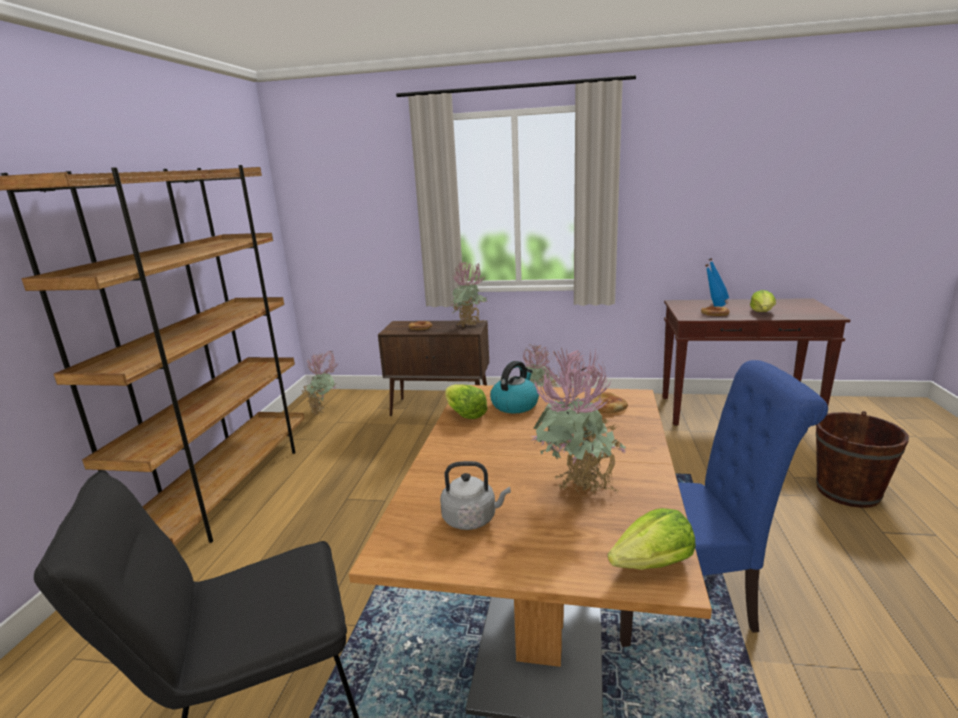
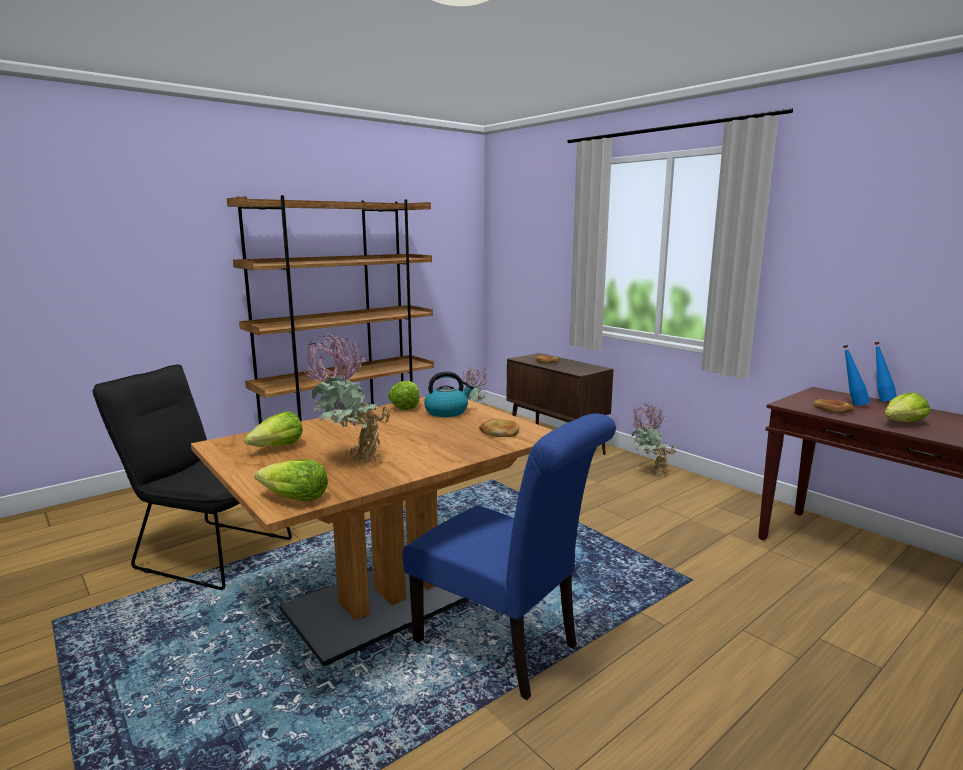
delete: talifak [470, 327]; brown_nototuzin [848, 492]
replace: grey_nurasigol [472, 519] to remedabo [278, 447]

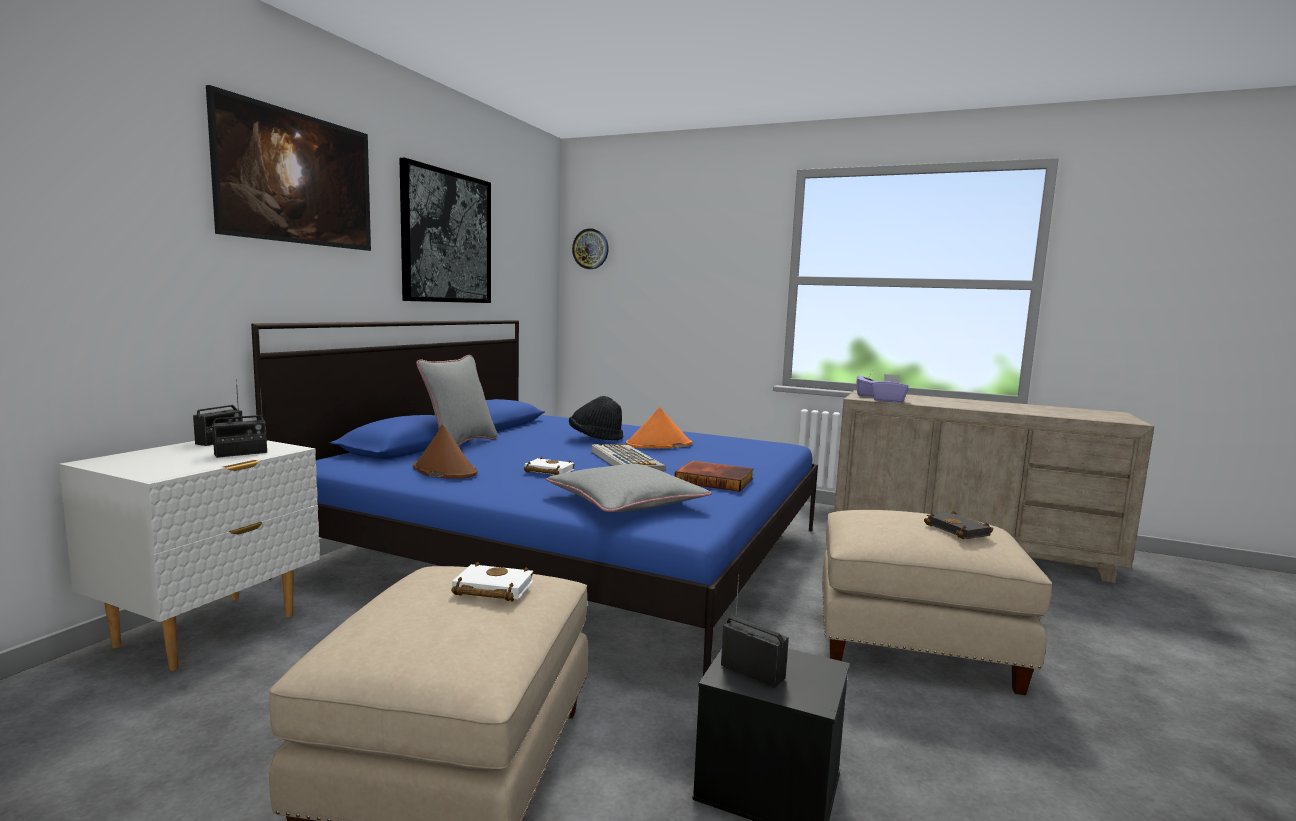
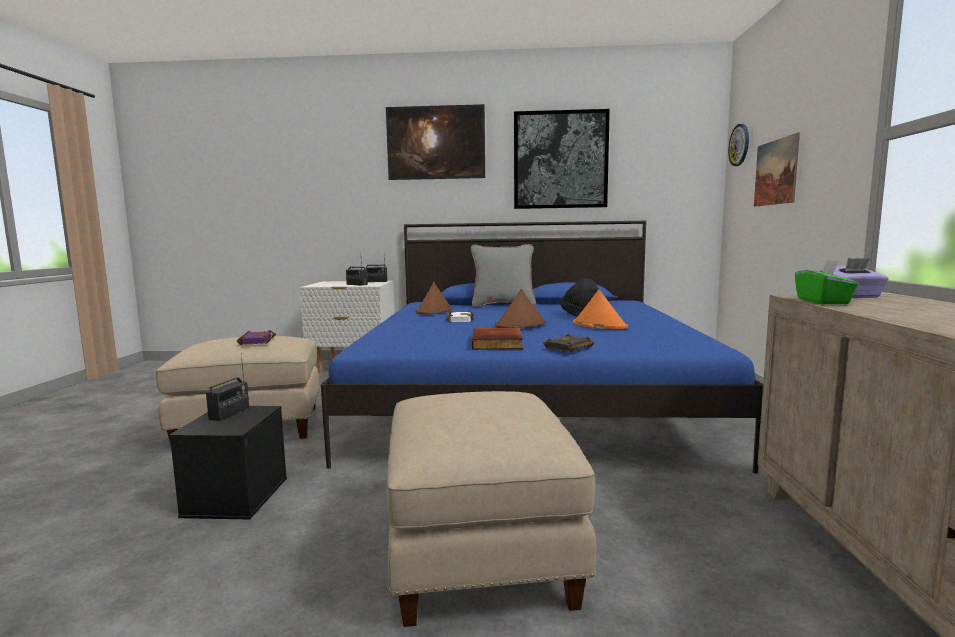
delete: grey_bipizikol [626, 501]
insert: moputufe [775, 172]
move: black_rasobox [960, 530] to [569, 348]
replace: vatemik [625, 460] to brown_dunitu [521, 325]
recolor: white_rasobox [490, 589] to purple_rasobox [255, 341]; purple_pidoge [888, 401] to green_pidoge [823, 302]

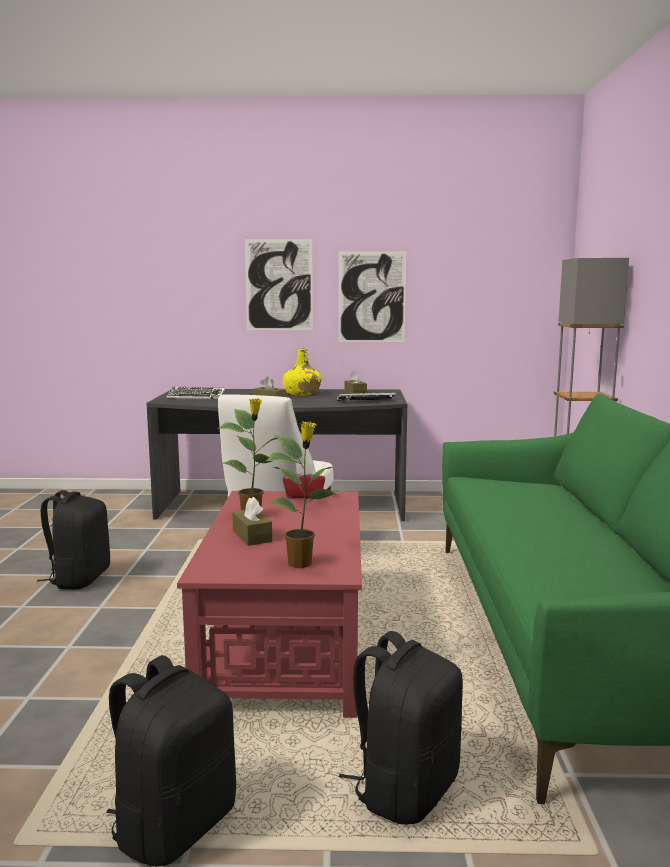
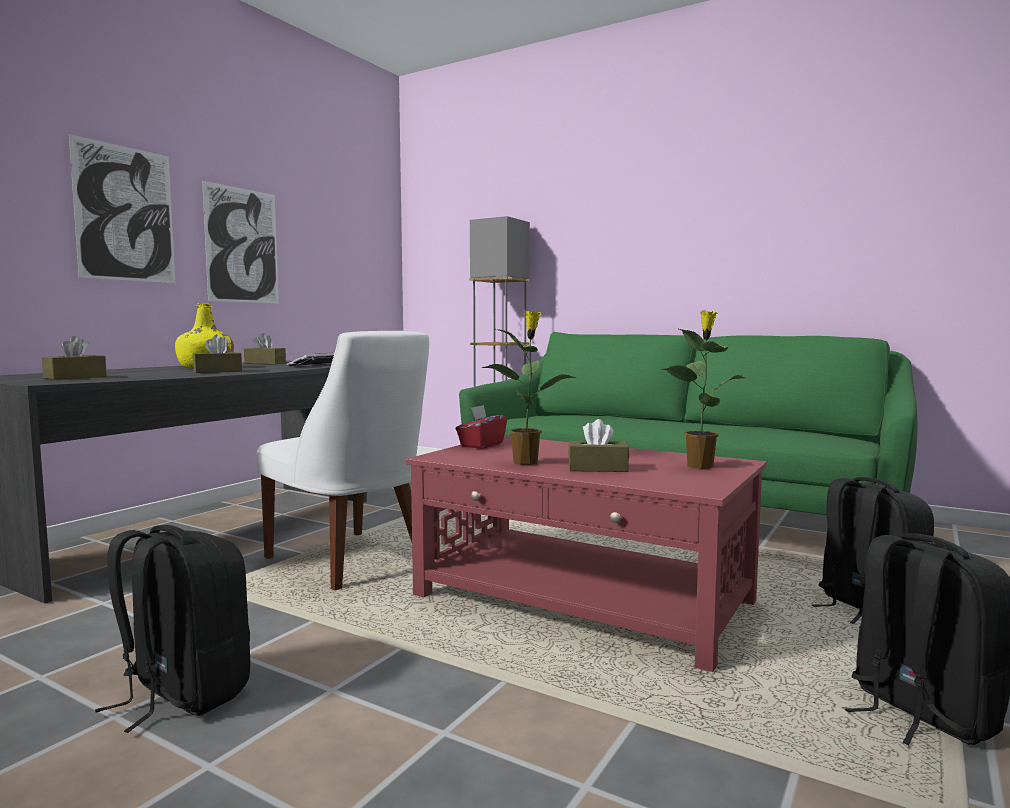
replace: vatemik [196, 397] to brown_pidoge [75, 377]

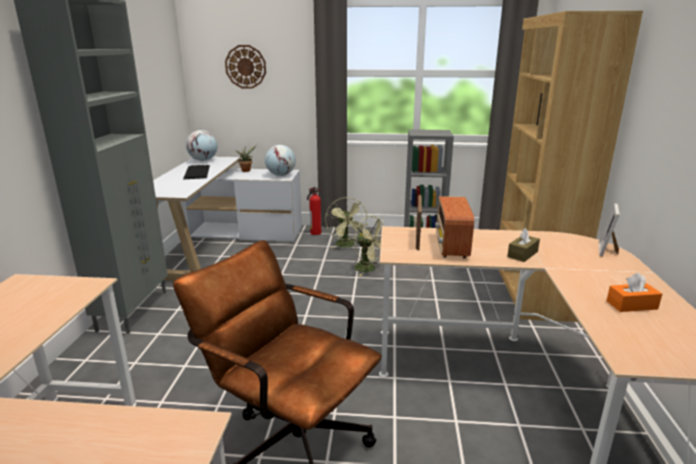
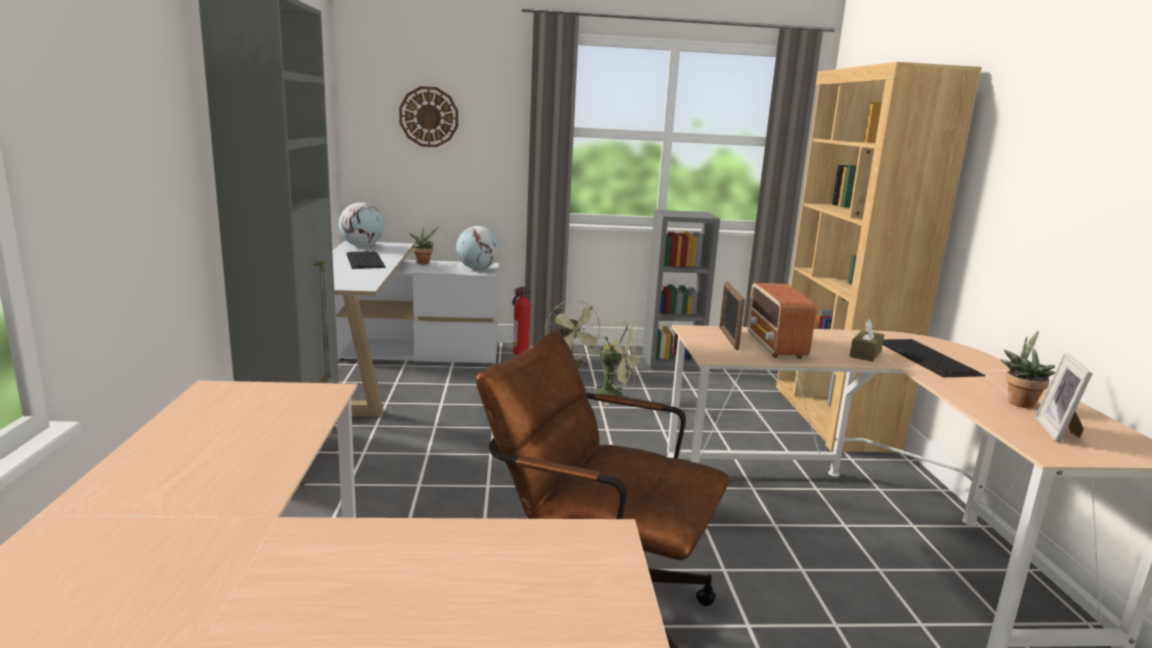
insert: vatemik [927, 358]
move: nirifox [608, 250] to [1060, 432]
replace: orange_pidoge [631, 305] to talifak [1019, 402]

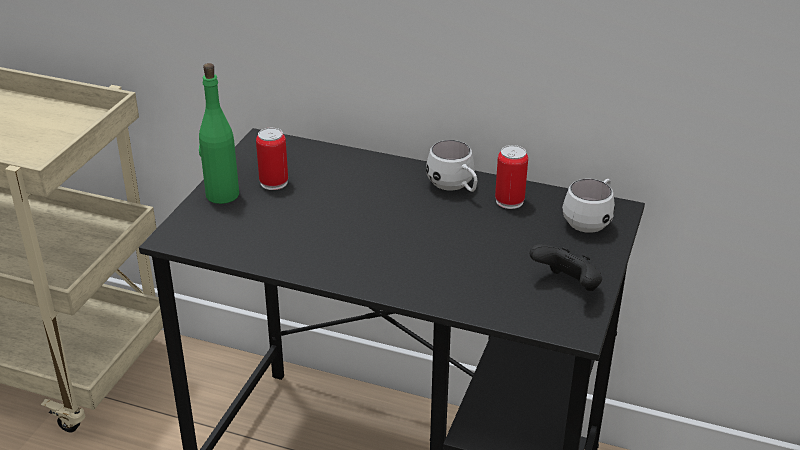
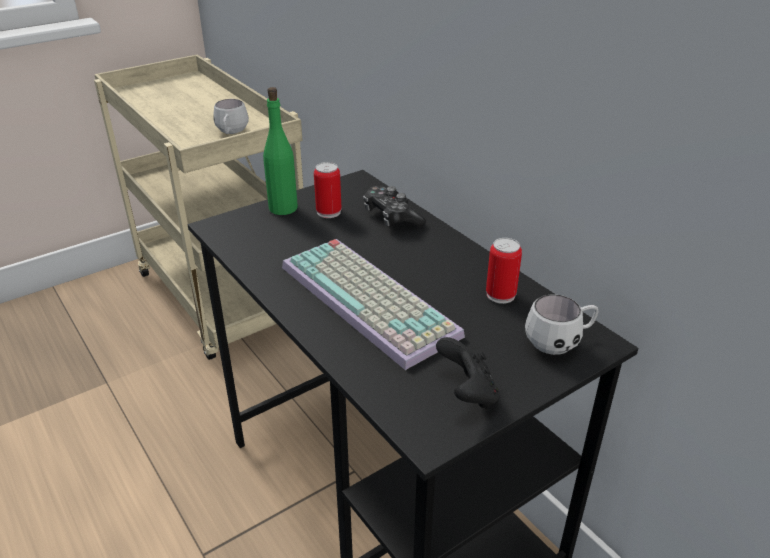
insert: vatemik [372, 300]; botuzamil [391, 217]
move: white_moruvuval [455, 188] to [231, 133]

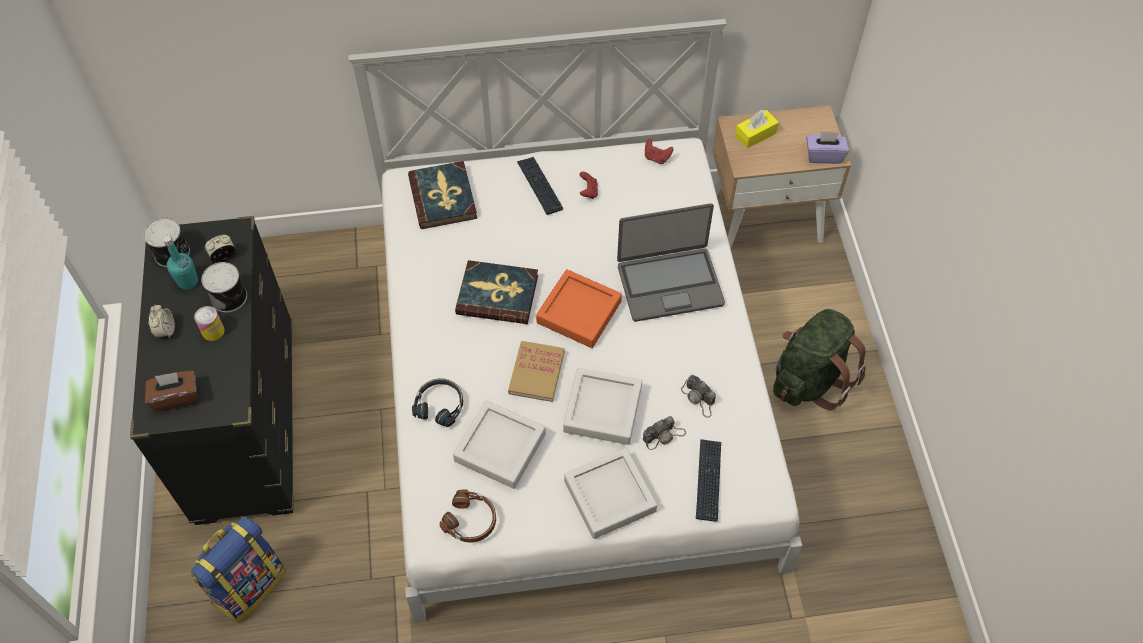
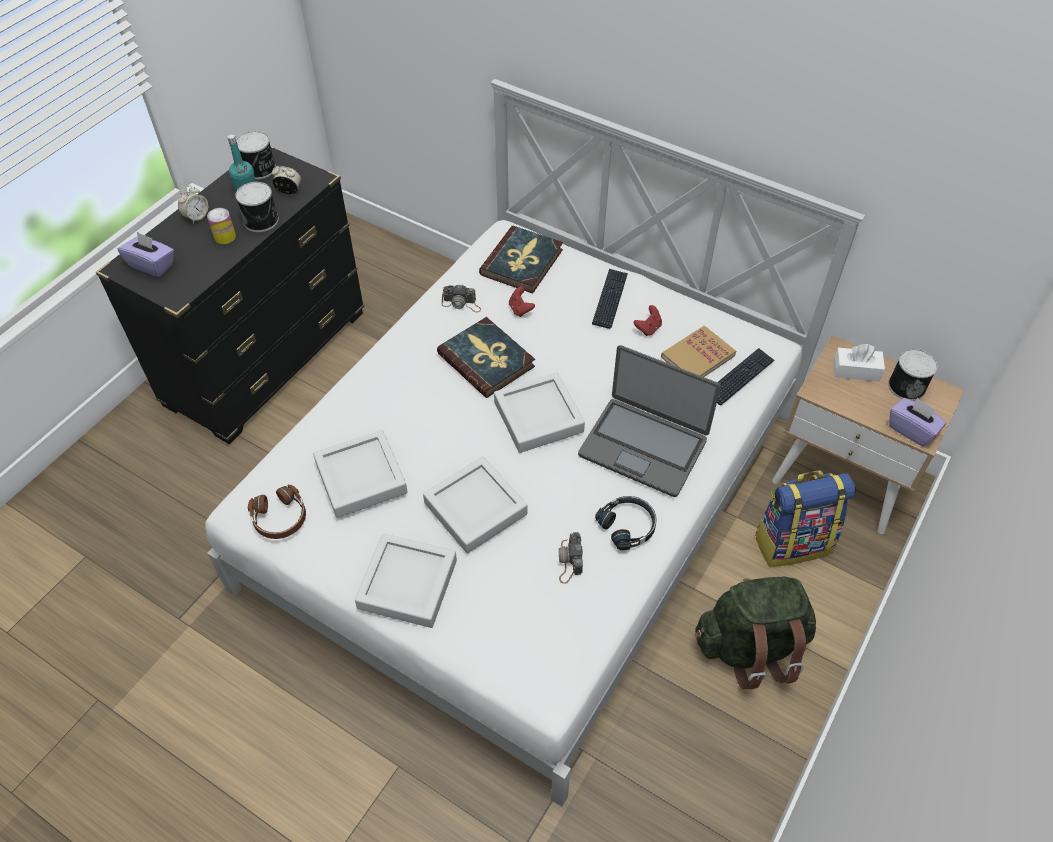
insert: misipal [906, 386]
move: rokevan [248, 584] to [792, 542]; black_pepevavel [440, 405] to [628, 525]; rasobox [536, 372] to [697, 356]; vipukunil [664, 436] to [461, 304]; red_botuzamil [656, 158] to [520, 309]; vatemik [708, 480] to [740, 377]
recolor: brown_pidoge [176, 397] to purple_pidoge [152, 265]; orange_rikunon [579, 312] to grey_rikunon [538, 417]; yellow_pidoge [755, 134] to white_pidoge [856, 370]

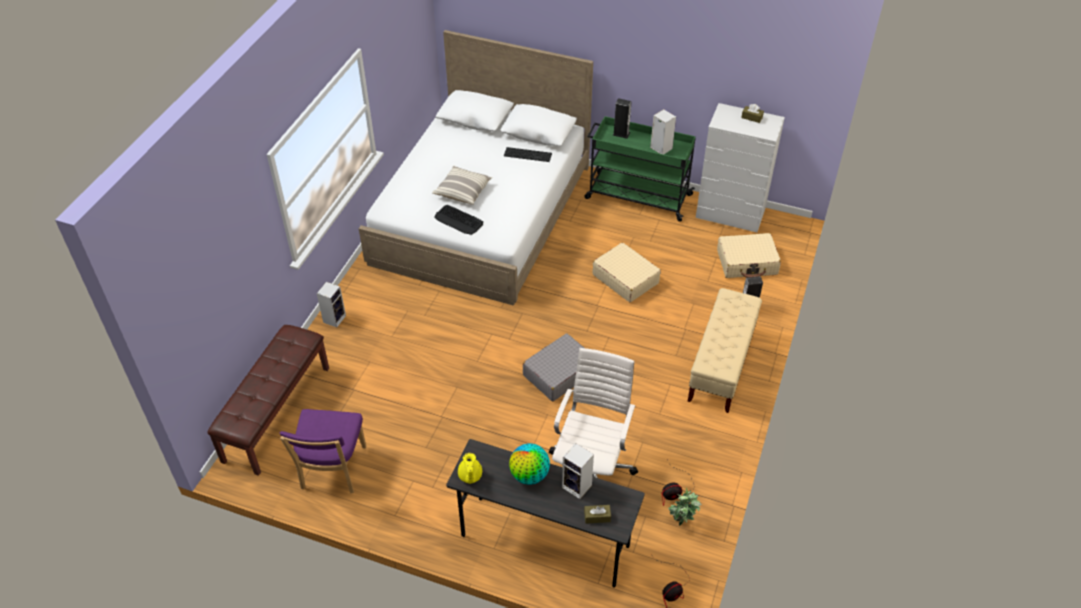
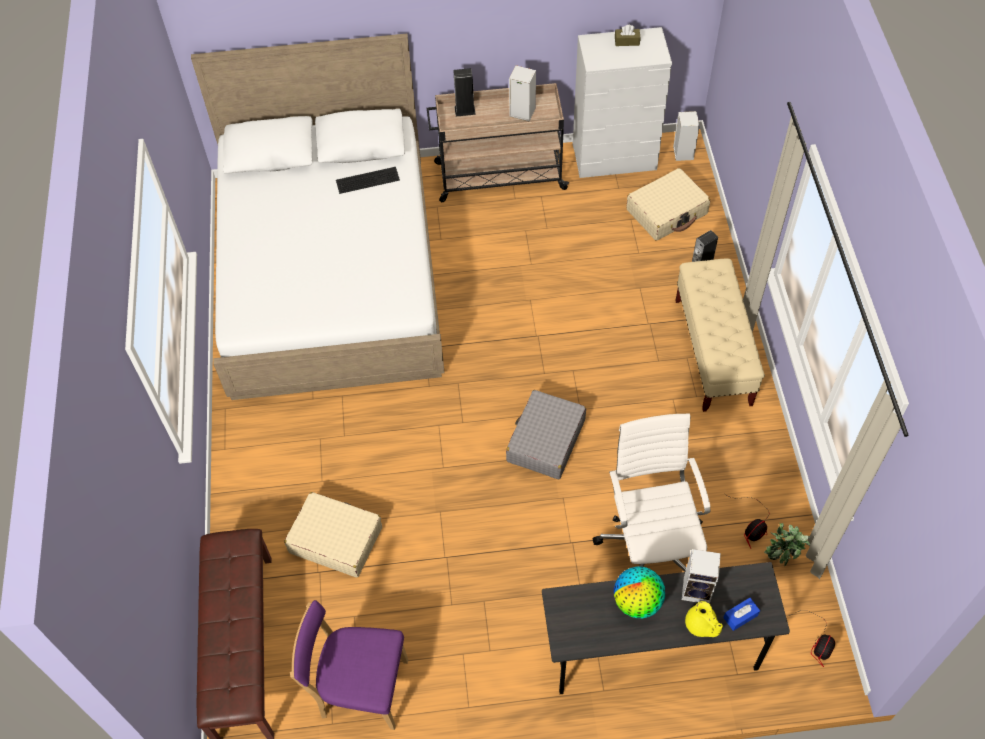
delete: bipizikol [463, 191]; vatemik [458, 220]
move: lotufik [334, 318] to [682, 152]; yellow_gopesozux [470, 476] to [701, 625]; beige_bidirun [625, 279] to [335, 540]
recolor: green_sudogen [637, 196] to beige_sudogen [498, 176]; brown_pidoge [597, 517] to blue_pidoge [740, 616]
rotate: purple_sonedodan [332, 471] = [360, 688] 120 degrees clockwise

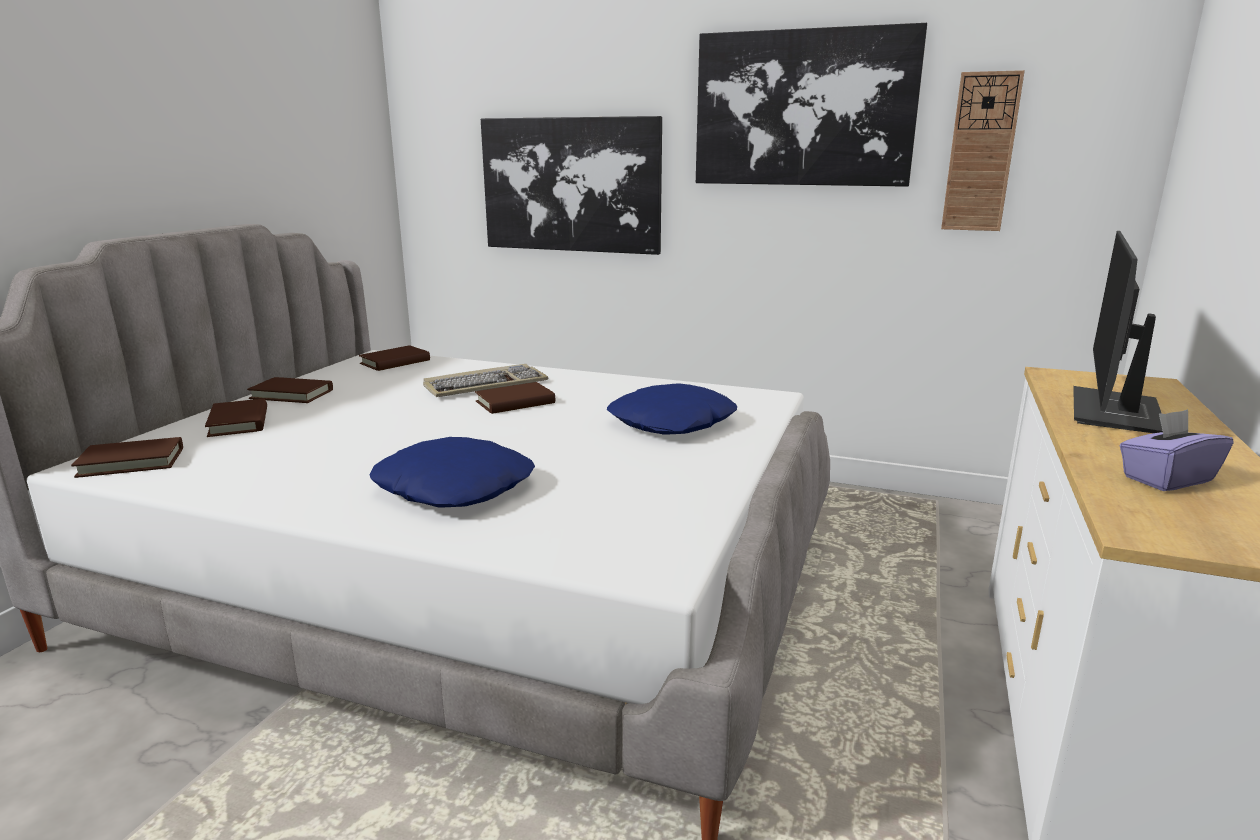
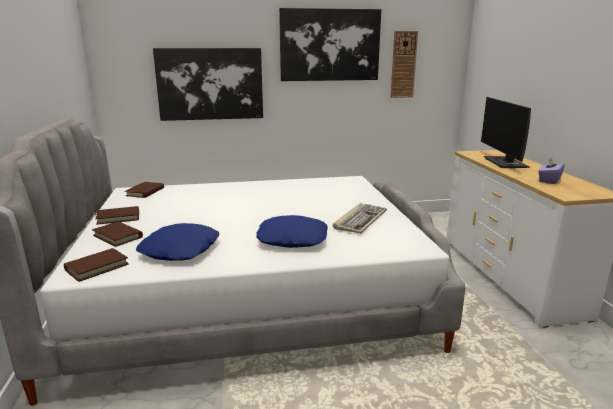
delete: brown_rasobox [515, 402]
move: vatemik [486, 385] to [360, 220]; blue_bipizikol [673, 422] to [180, 250]

